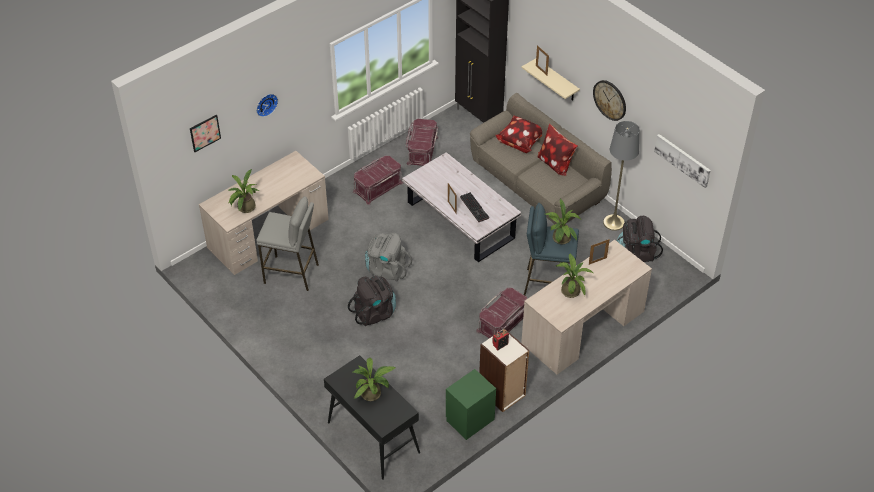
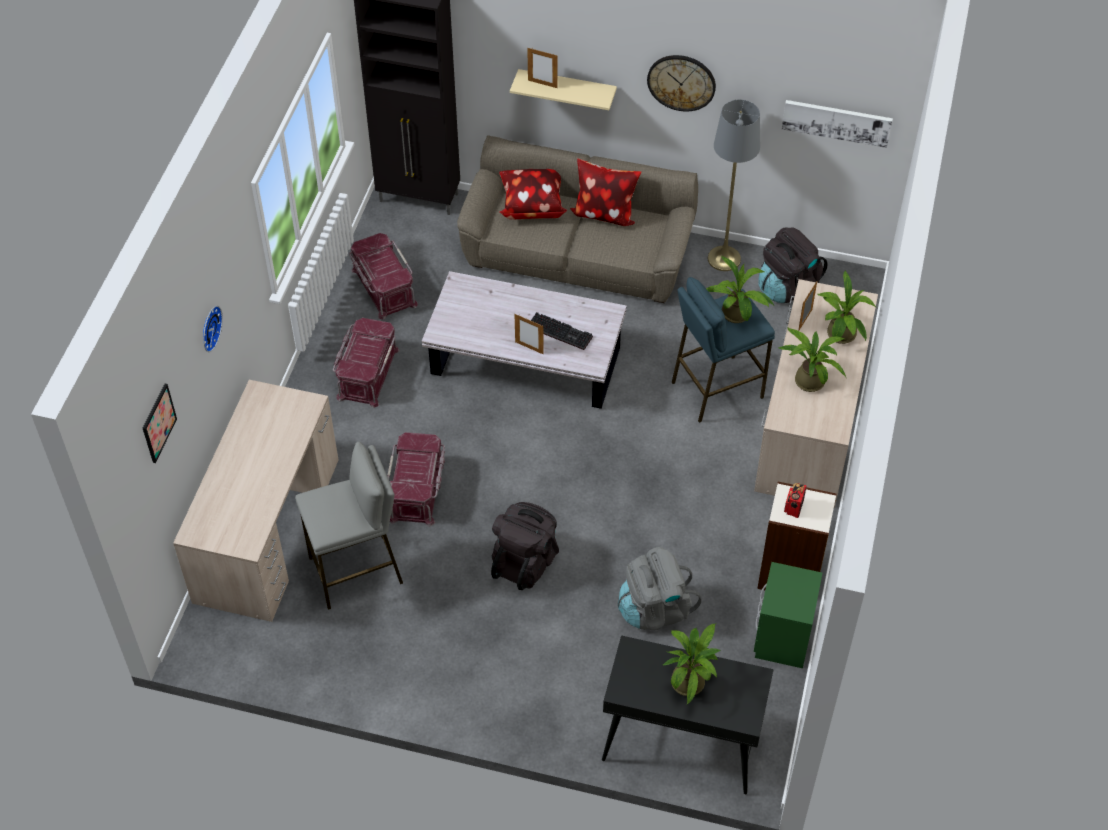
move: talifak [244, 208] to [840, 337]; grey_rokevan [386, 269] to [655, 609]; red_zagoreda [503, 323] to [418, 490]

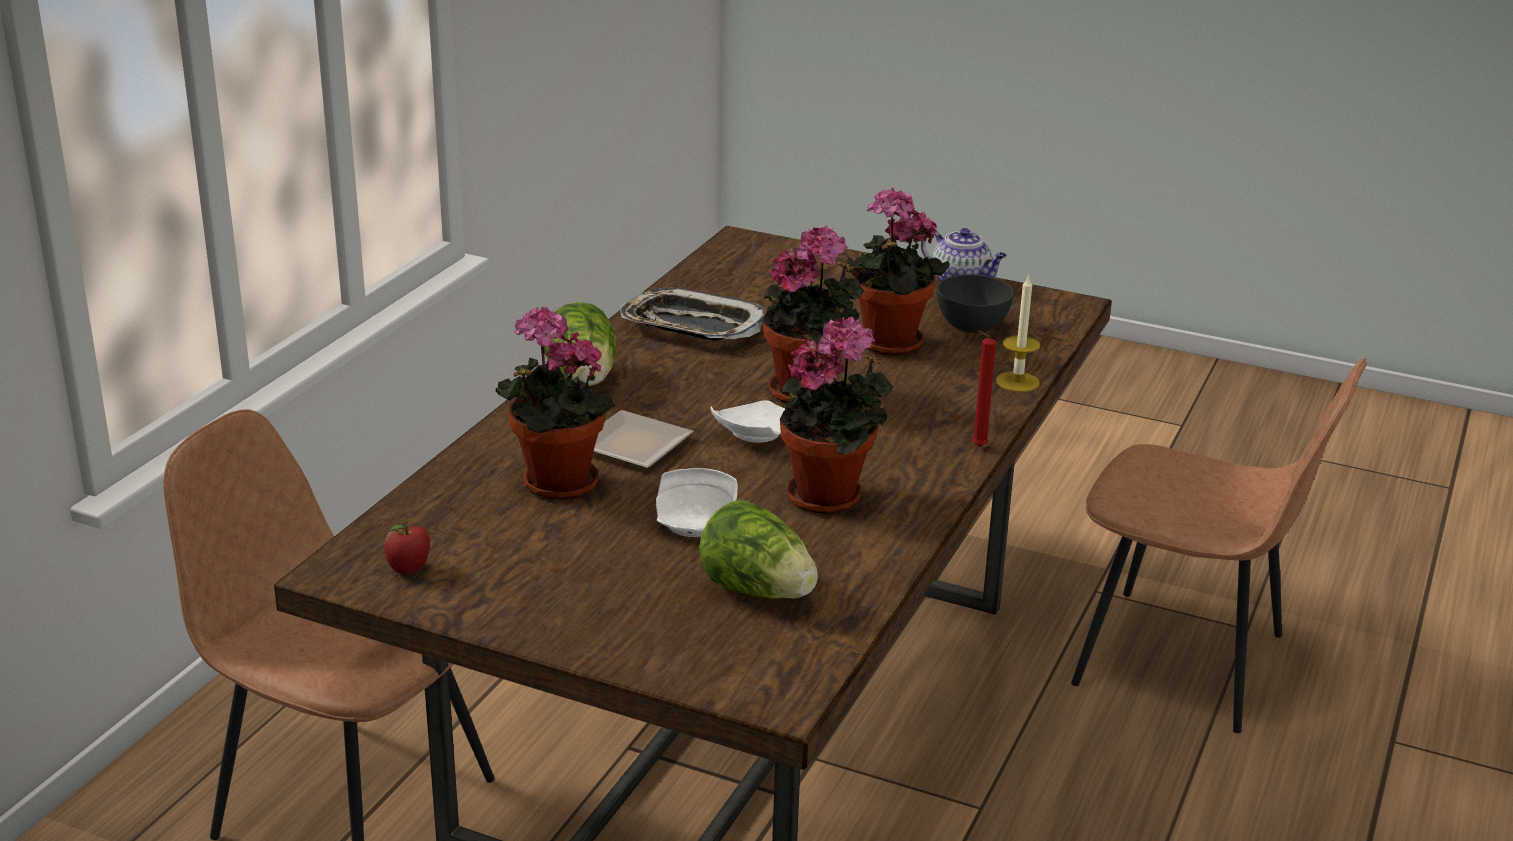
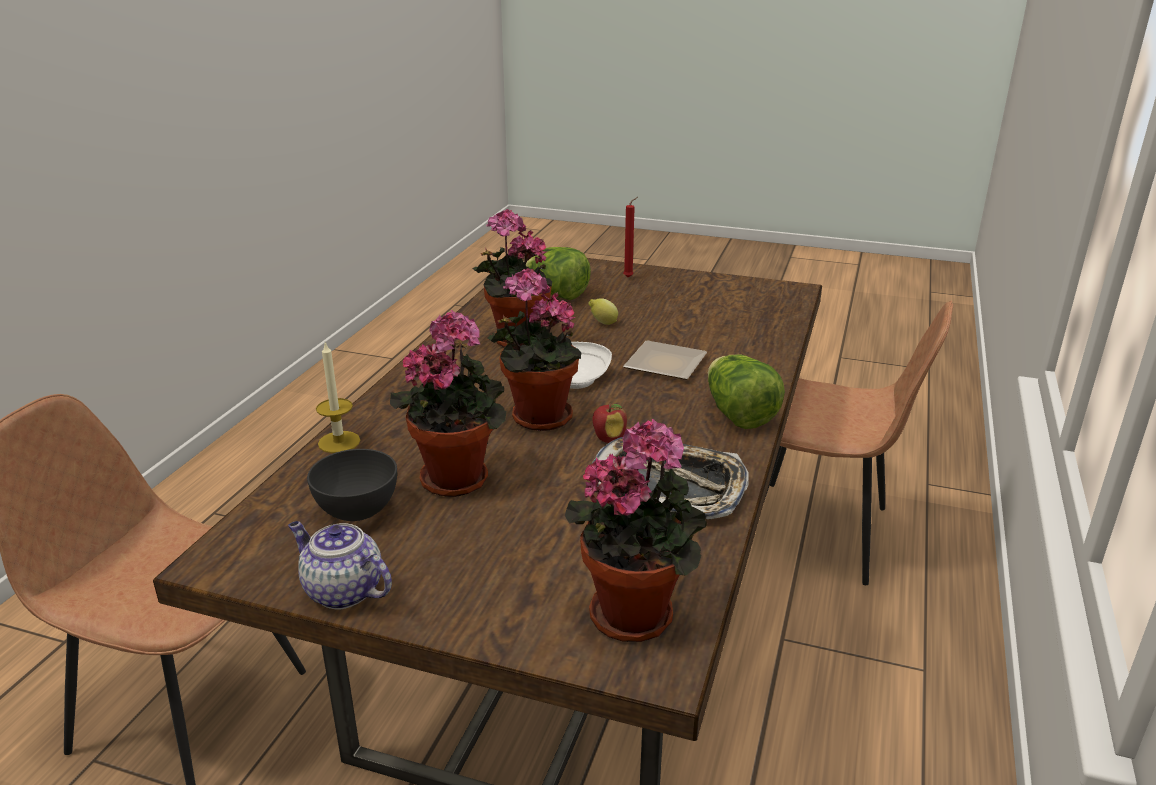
move: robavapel [409, 570] to [609, 439]; talifak [554, 485] to [637, 612]; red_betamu [976, 447] to [629, 277]
replace: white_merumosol [695, 520] to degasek [603, 323]

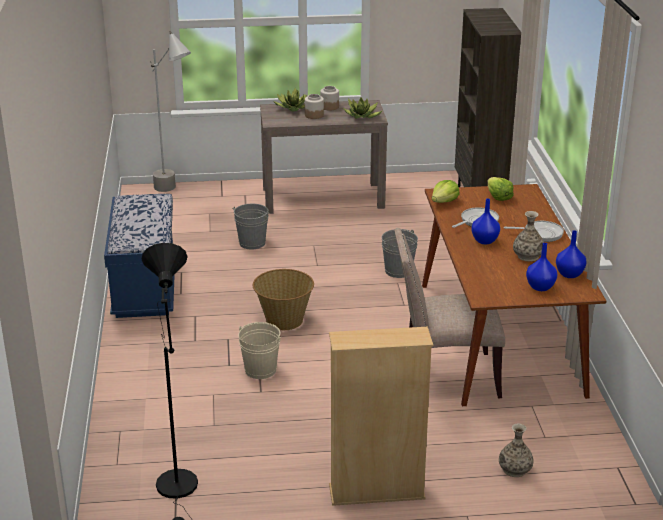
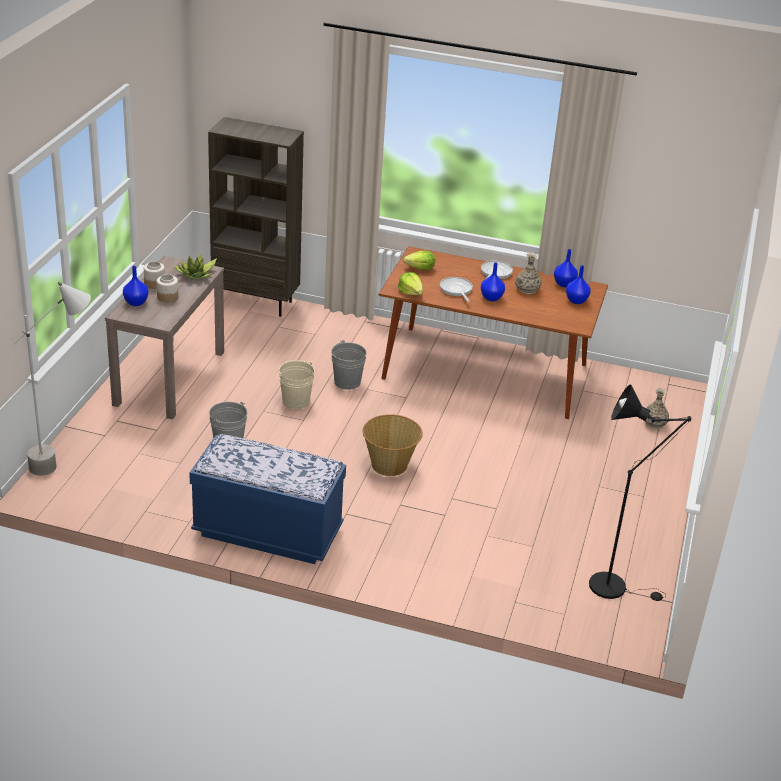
delete: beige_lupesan [376, 492]; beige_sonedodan [444, 377]
move: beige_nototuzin [260, 370] to [296, 401]
replace: talifak [292, 108] to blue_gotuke [136, 303]

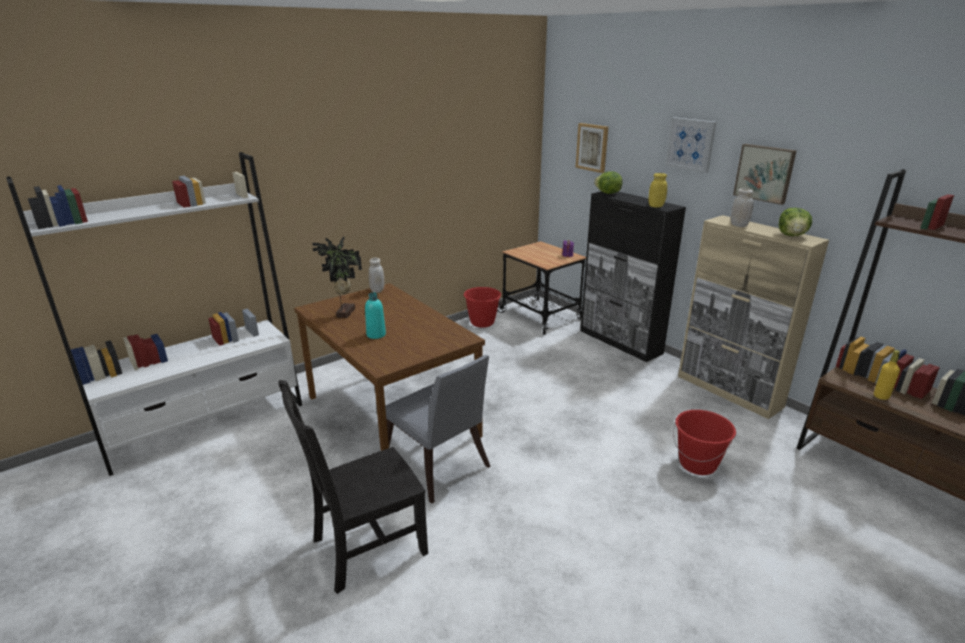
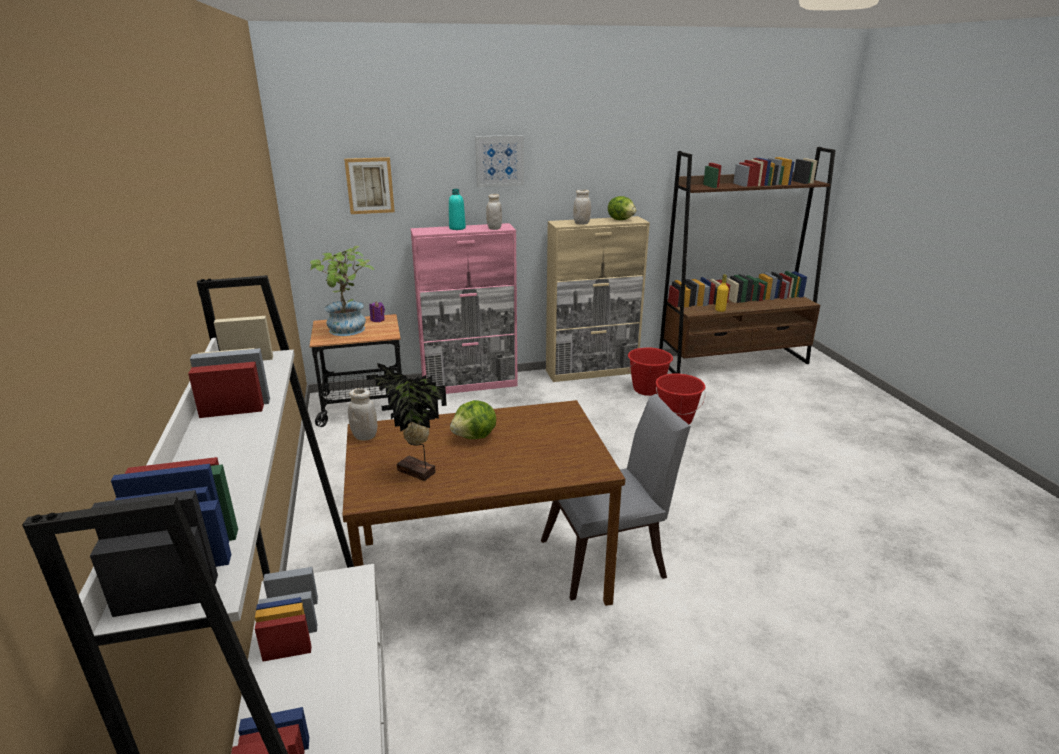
delete: black_sonedodan [365, 547]; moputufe [765, 173]
insert: talifak [348, 331]
move: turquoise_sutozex [376, 335] to [457, 228]; red_nototuzin [482, 322] to [647, 389]; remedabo [607, 193] to [475, 437]
recolor: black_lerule [620, 342] to pink_lerule [470, 384]; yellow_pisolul [656, 206] to white_pisolul [494, 228]

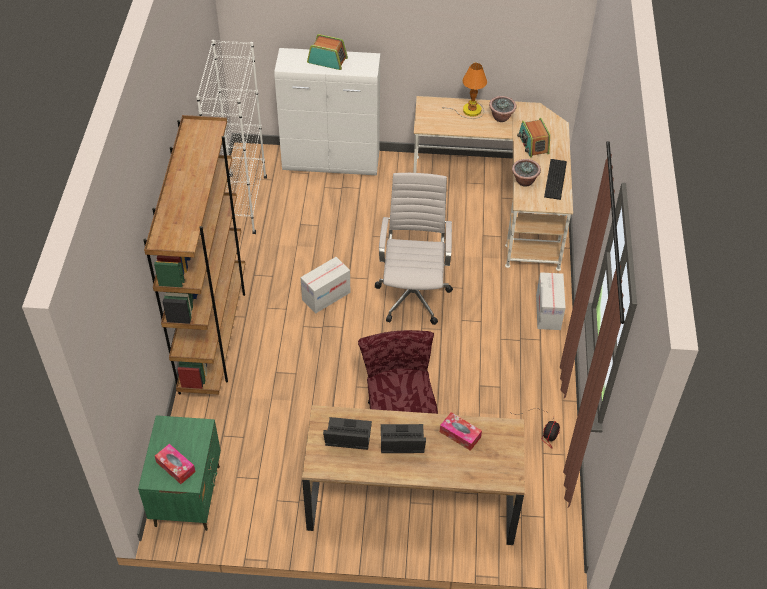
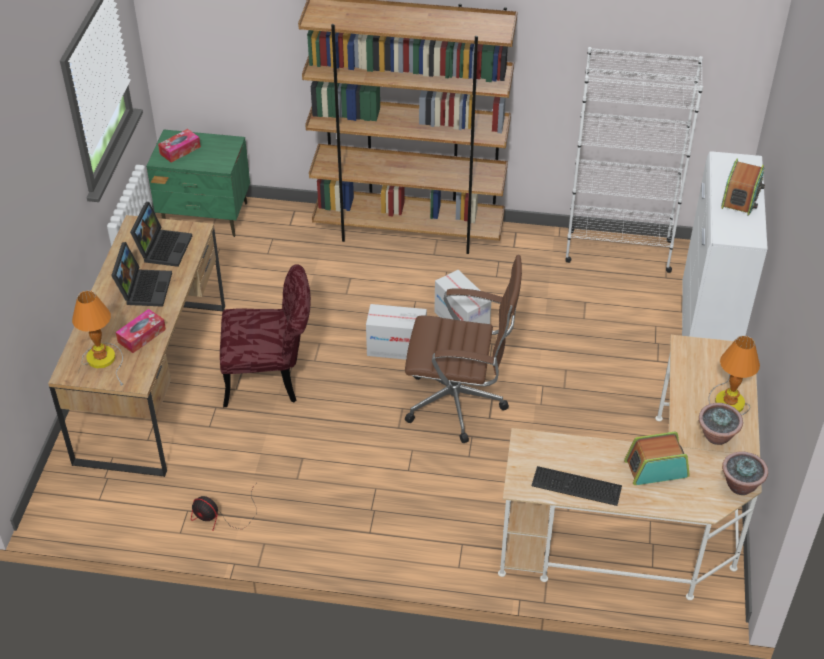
insert: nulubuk [104, 359]
move: talifak [524, 181] to [740, 485]; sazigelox [548, 312] to [396, 348]
recolor: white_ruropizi [413, 294] to brown_ruropizi [460, 404]

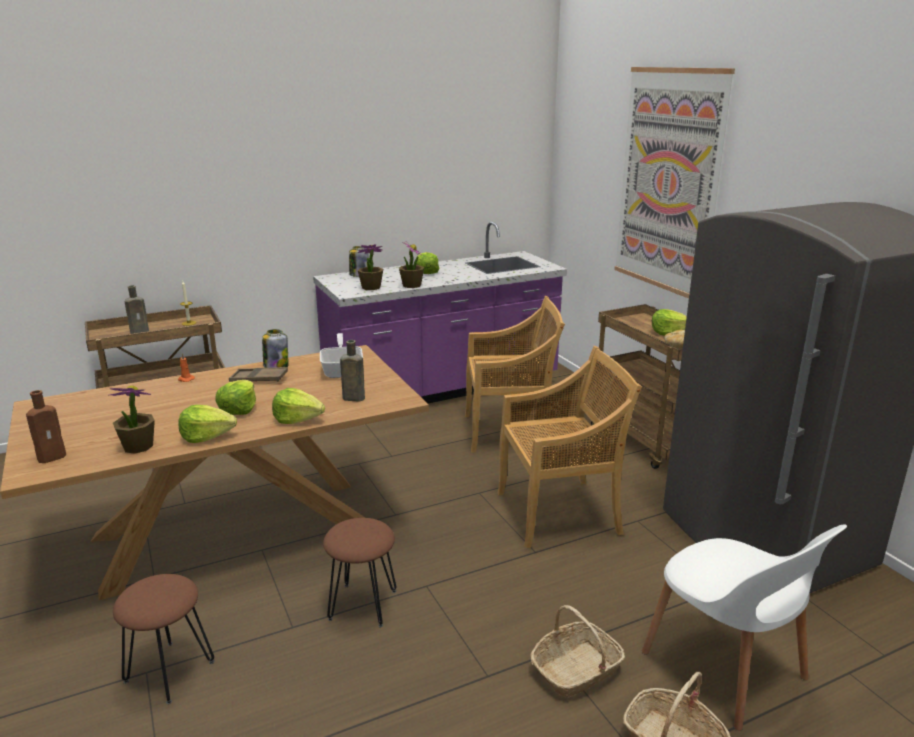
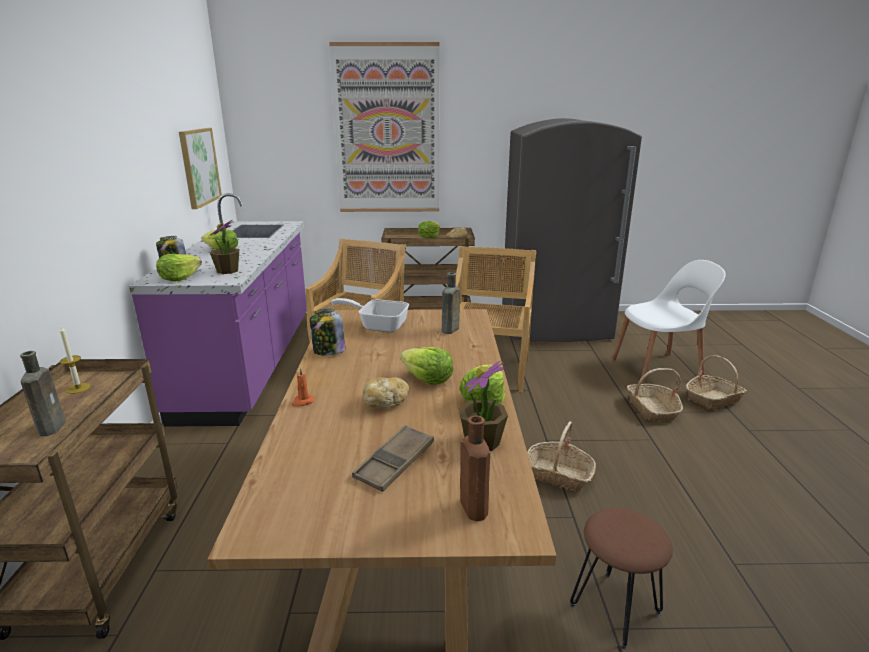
delete: talifak [411, 285]
insert: moputufe [199, 167]; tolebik [385, 402]
move: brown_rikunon [259, 379] to [394, 463]; remedabo [297, 419] to [179, 278]
replace: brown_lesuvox [362, 605] to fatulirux [558, 474]

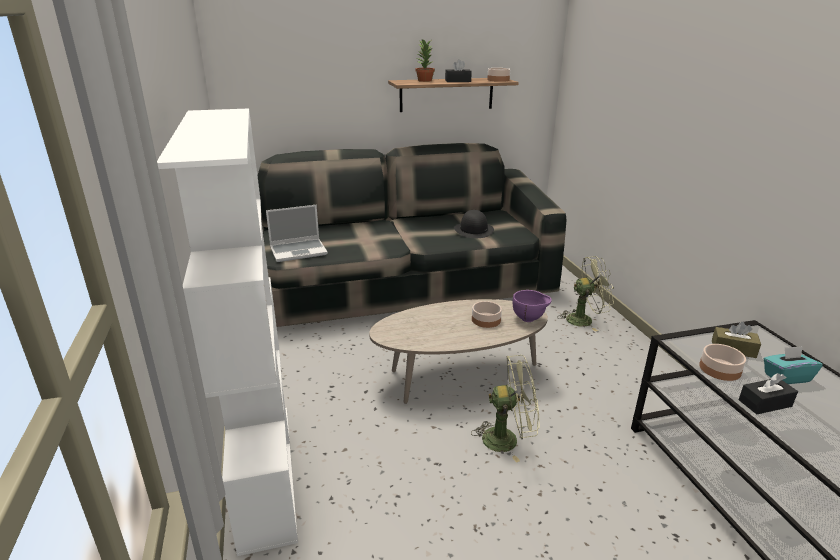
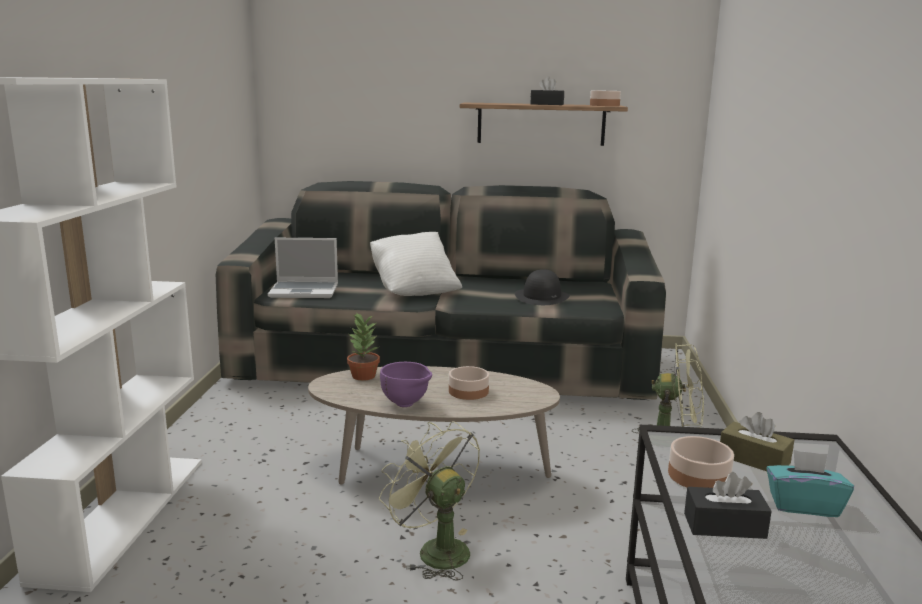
insert: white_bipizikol [414, 290]
move: talifak [424, 80] to [363, 376]; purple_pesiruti [529, 319] to [406, 404]
rotate: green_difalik [507, 439] = [435, 550] 150 degrees counterclockwise

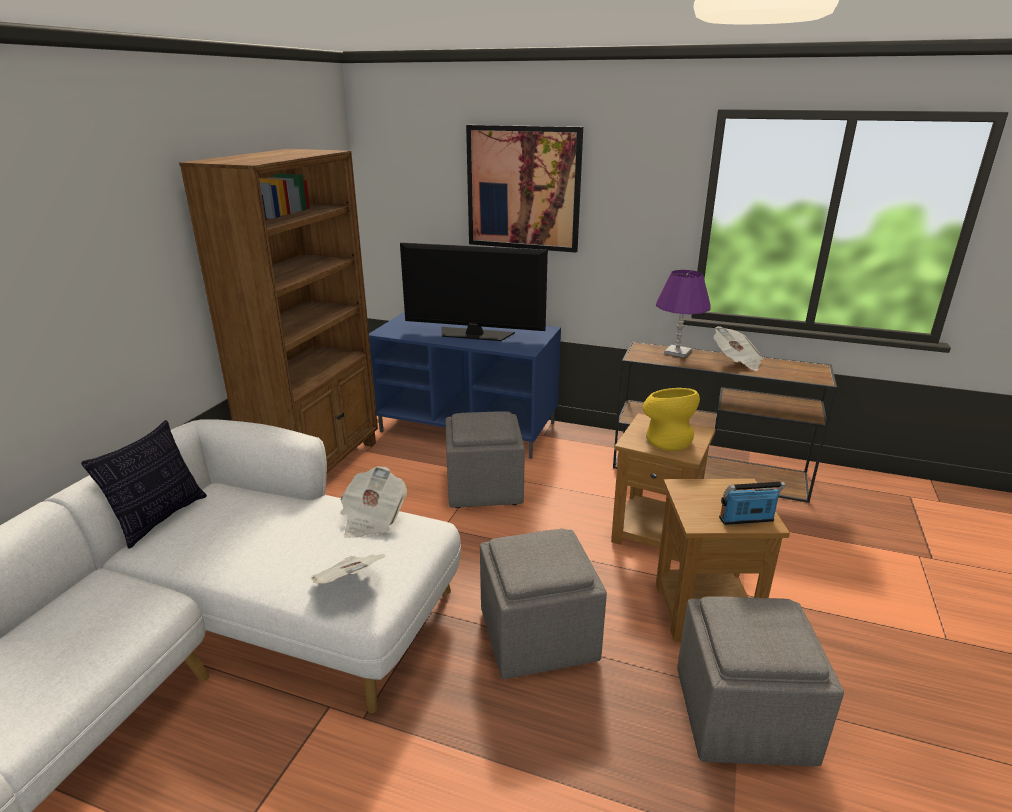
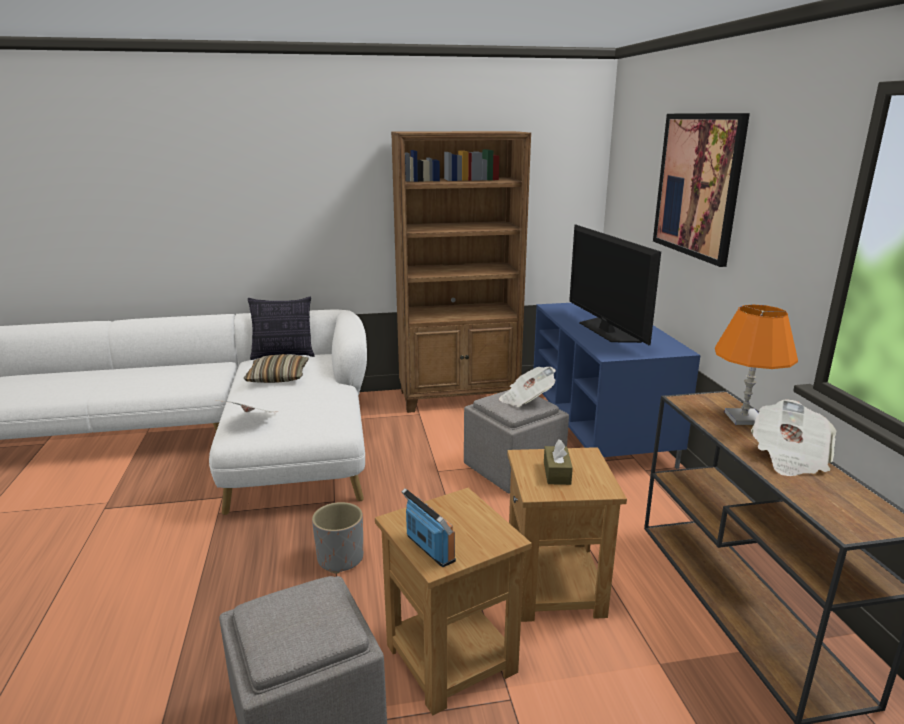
insert: bipizikol [278, 377]
move: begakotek [372, 518] to [526, 400]
replace: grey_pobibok [536, 635] to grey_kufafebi [340, 559]; yellow_gotuke [666, 439] to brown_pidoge [557, 473]
recolor: purple_nulubuk [677, 352] to orange_nulubuk [744, 418]

